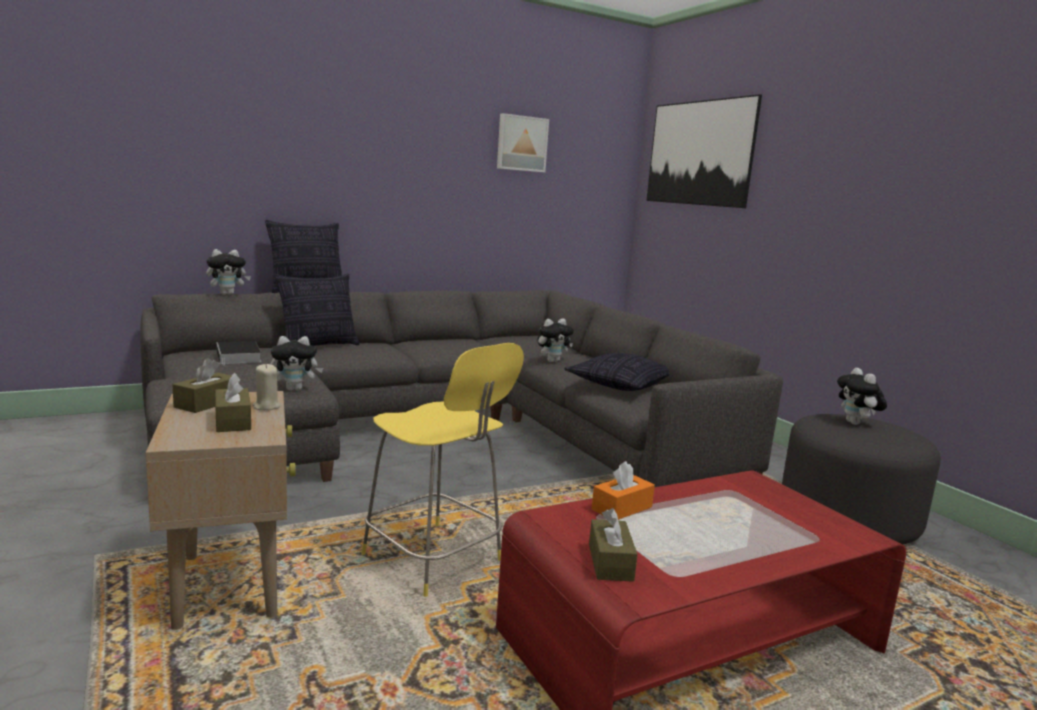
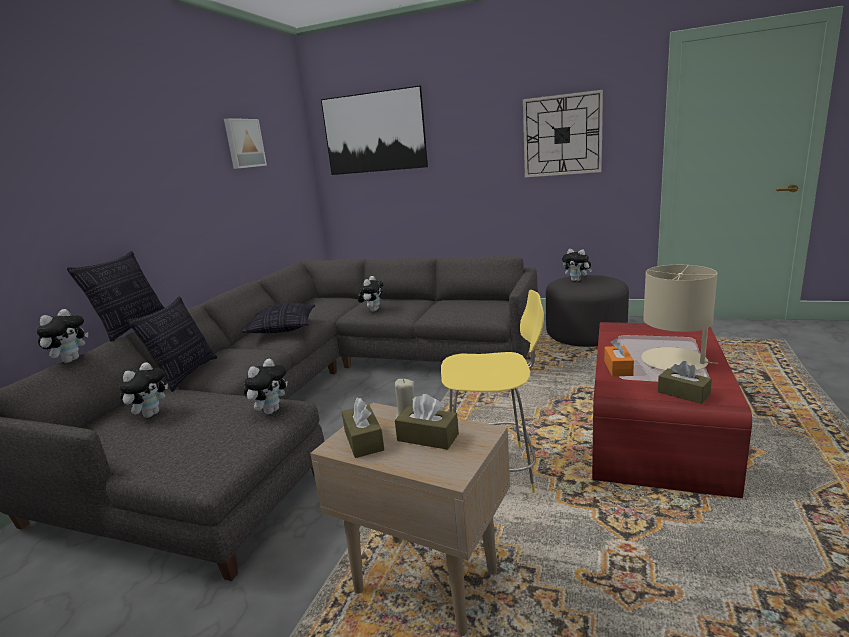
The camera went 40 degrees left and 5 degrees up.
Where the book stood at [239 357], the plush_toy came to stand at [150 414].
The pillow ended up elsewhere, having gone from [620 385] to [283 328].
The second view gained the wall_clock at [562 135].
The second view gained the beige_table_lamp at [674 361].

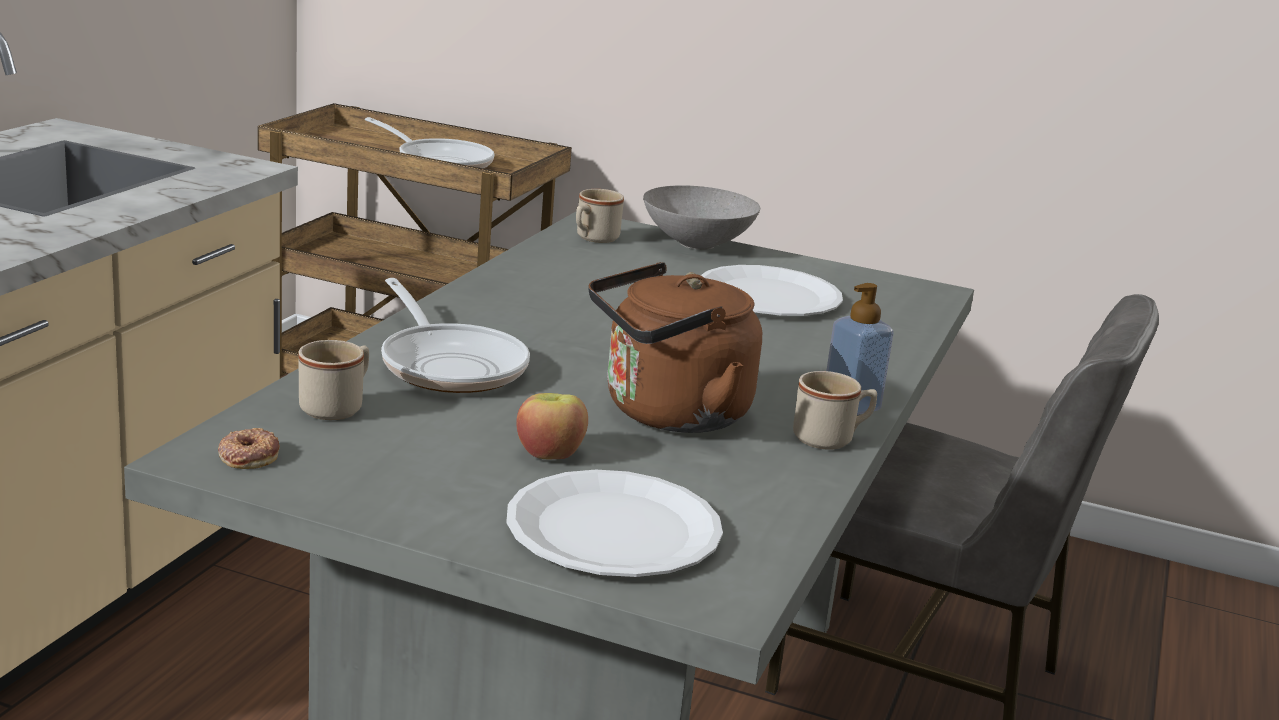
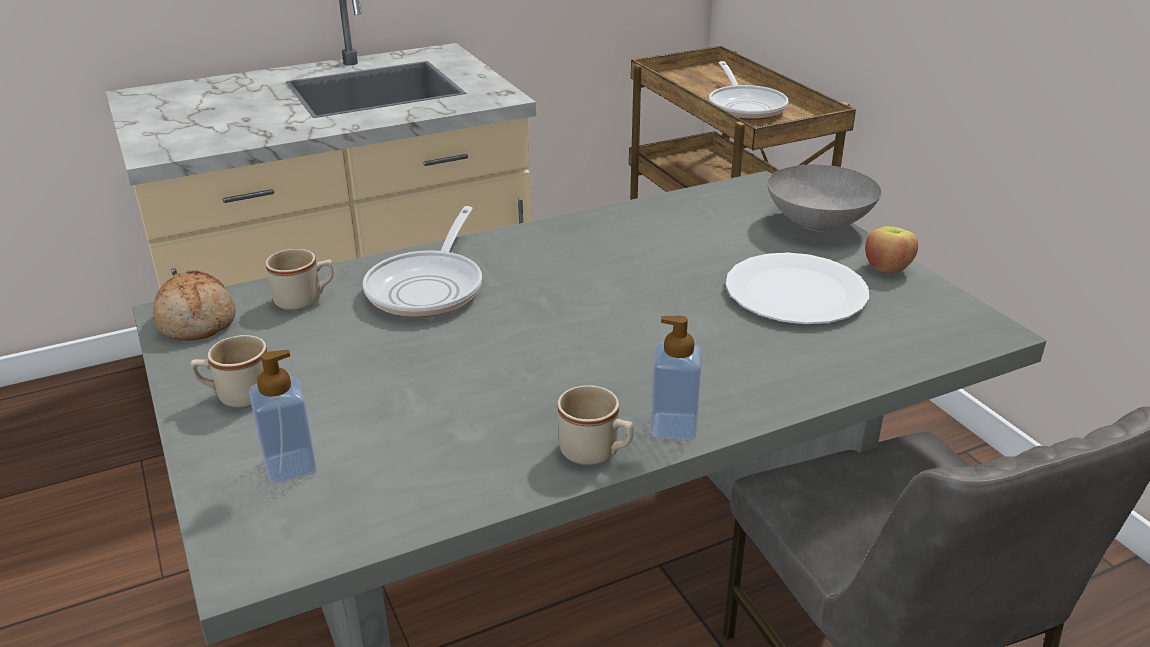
The camera went 45 degrees right and 10 degrees up.
Where the donut stood at [248 456], the bread came to stand at [197 321].
Where the white_plate stood at [612 529], the soap_dispenser came to stand at [290 466].
The apple ended up elsewhere, having gone from [550 453] to [887 268].
The beige_mug ended up elsewhere, having gone from [593 238] to [237 396].
The second view lost the brown_kettle at [668 414].

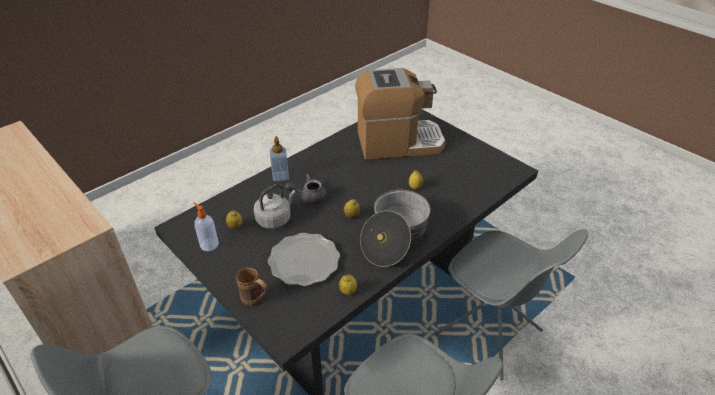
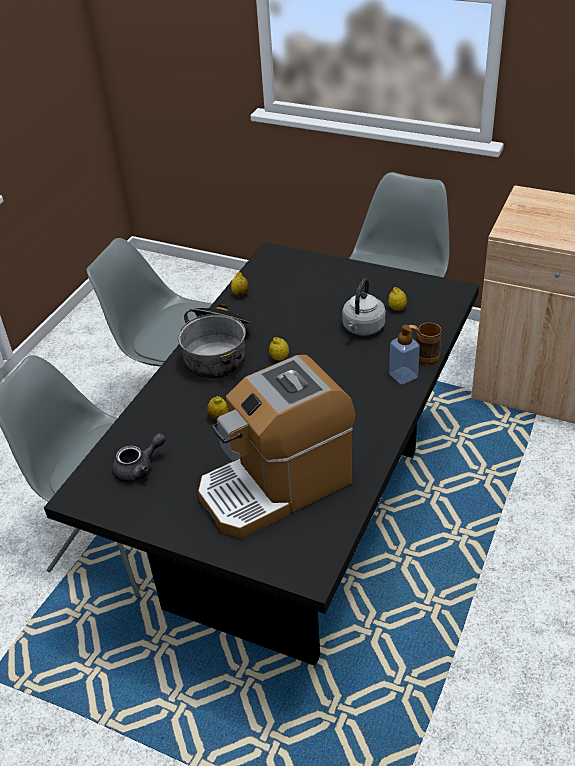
The camera went 160 degrees right and 0 degrees up.
The second view lost the soap_dispenser at [209 244].
The brown_mug ended up elsewhere, having gone from [256 300] to [421 357].
The second view lost the plate at [304 261].
The grey_teapot ended up elsewhere, having gone from [309 197] to [139 468].

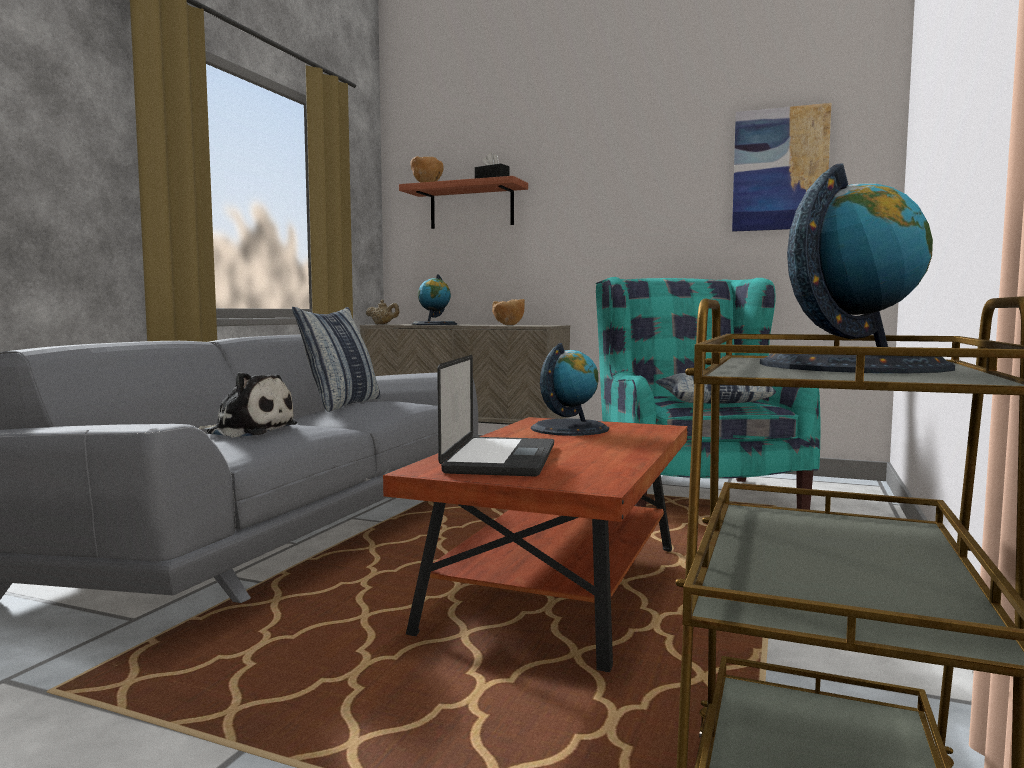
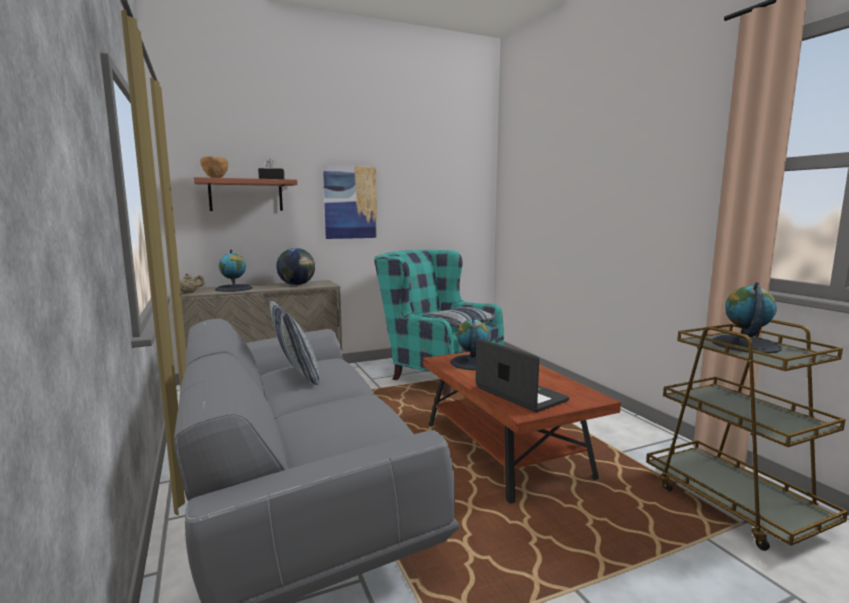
The camera went 45 degrees left and 5 degrees up.
The second view lost the plush_toy at [248 430].
Where the brown_bowl stood at [508 325], the globe came to stand at [297 285].
The picture ended up elsewhere, having gone from [780 169] to [350 202].

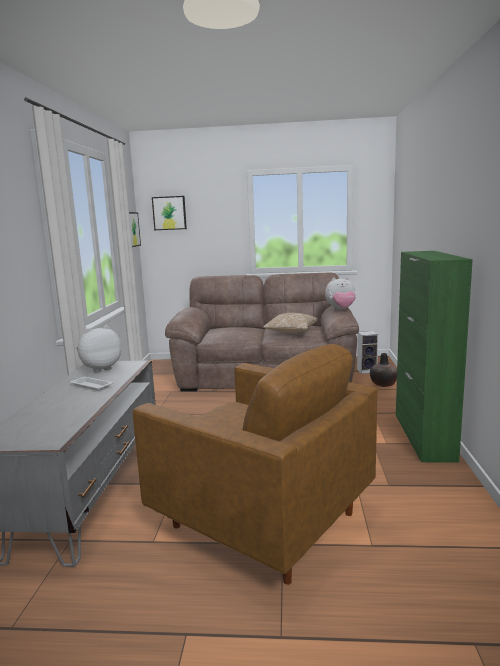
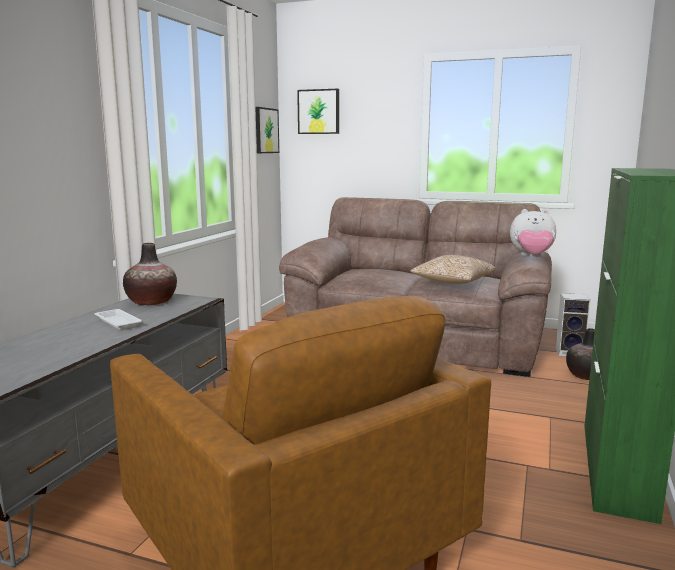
The camera went 15 degrees right and 0 degrees up.
Where the plush_toy stood at [100 369], the vase came to stand at [151 302].

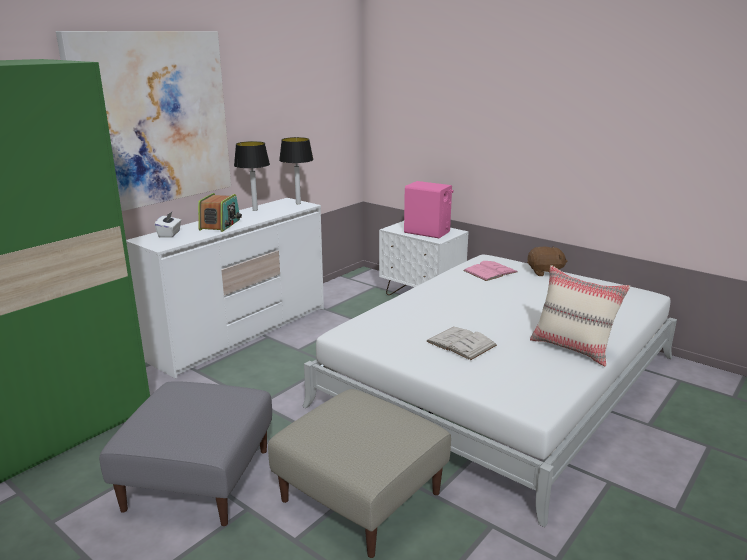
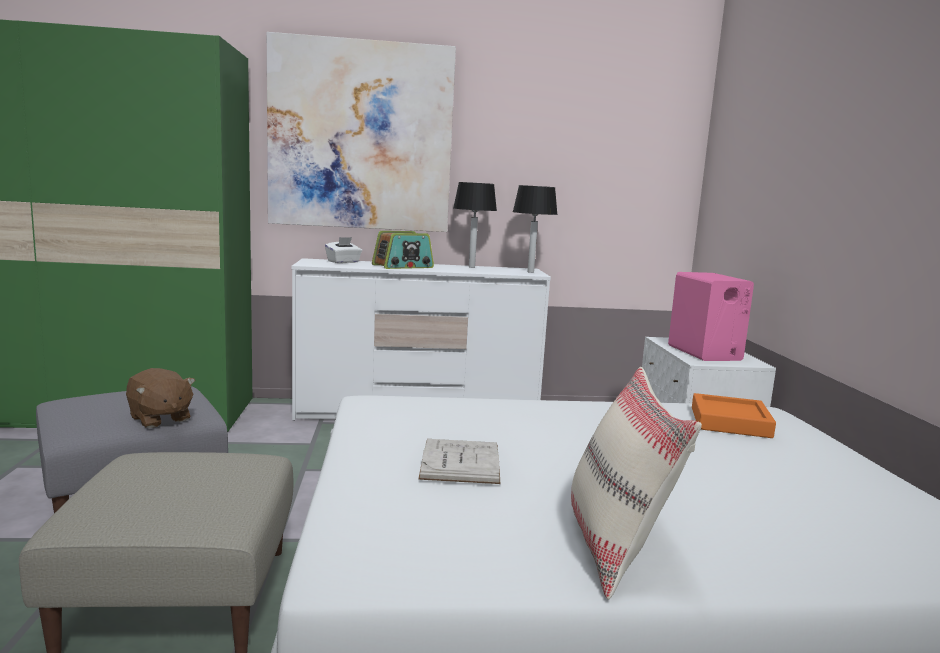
The camera went 45 degrees right and 10 degrees down.
Where the pink_book stood at [490 271], the orange_tray came to stand at [730 422].
The brown_plush_toy ended up elsewhere, having gone from [545 272] to [159 418].

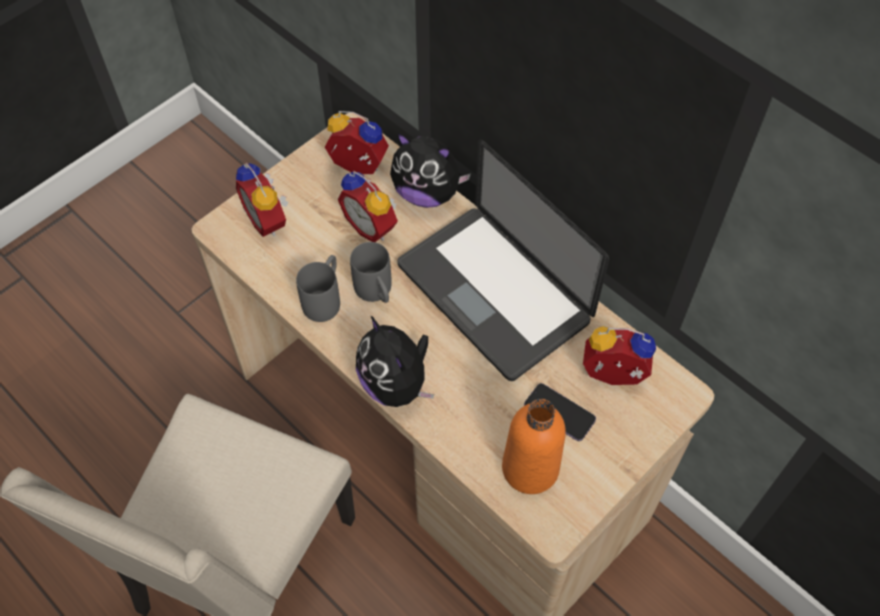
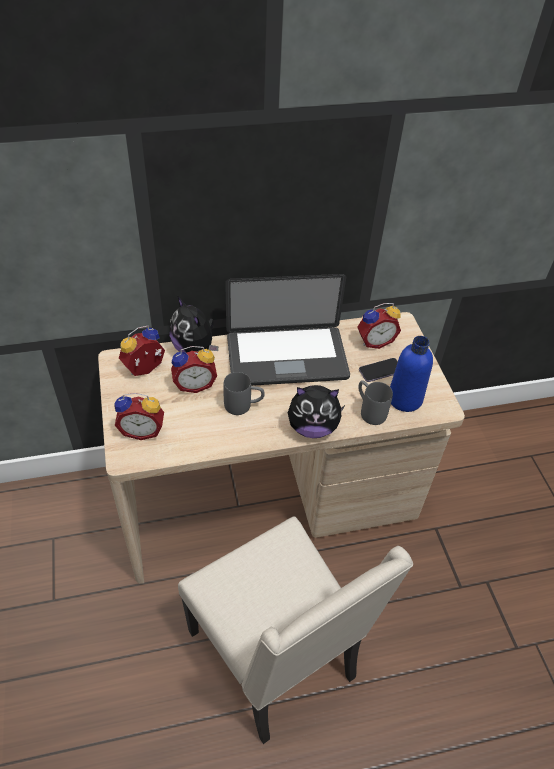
The camera went 60 degrees left and 10 degrees down.
The grey_mug ended up elsewhere, having gone from [325 298] to [369 410].
The plush_toy at [427 193] ended up facing another way, 90 degrees clockwise from before.
What was the orange_bottle at [530 468] turned into the blue_bottle at [405 399].
The alarm_clock at [612 378] ended up facing another way, 150 degrees counterclockwise from before.

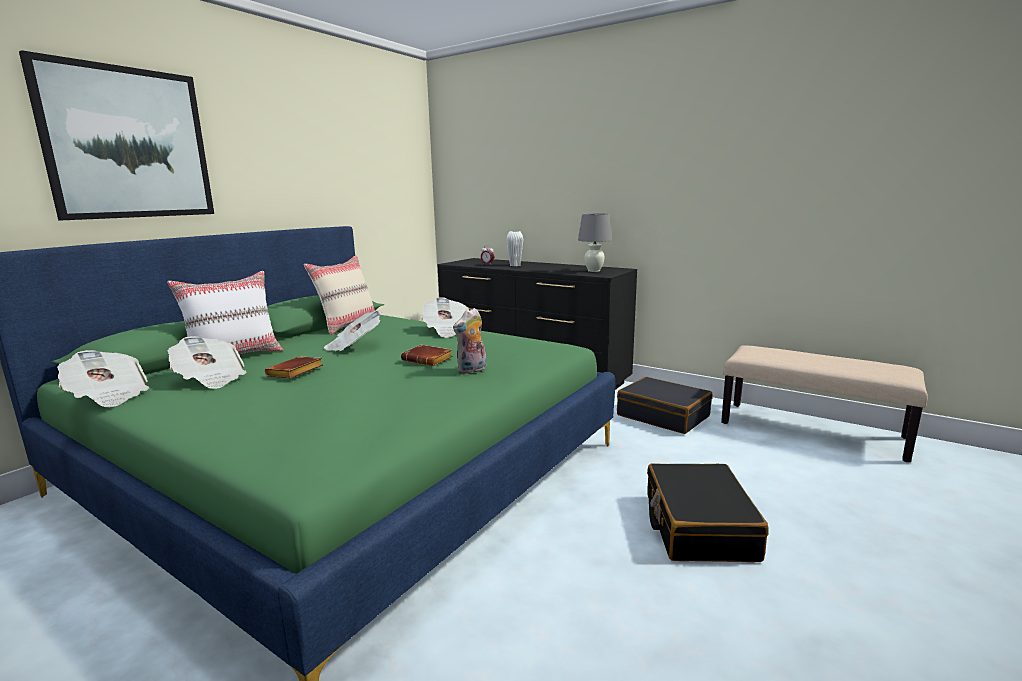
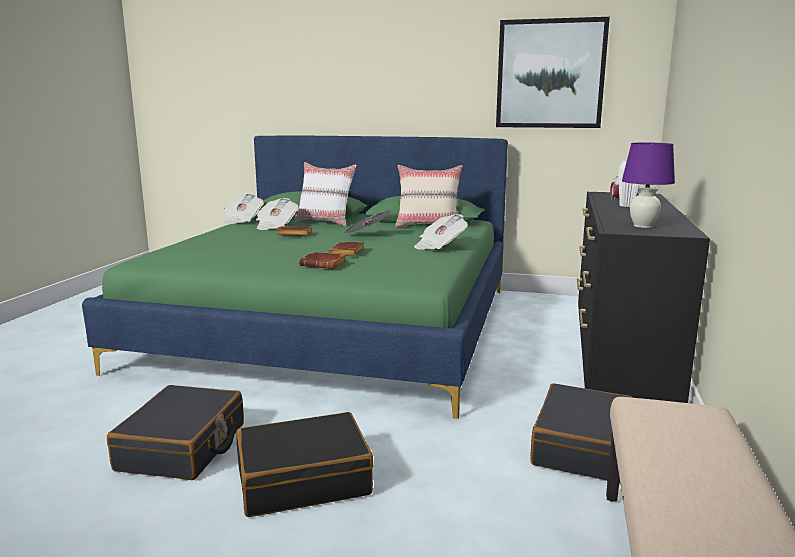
The camera went 70 degrees right and 0 degrees up.
The picture ended up elsewhere, having gone from [128 144] to [550 74].
Where the plush_toy stood at [472 370], the brown_book came to stand at [324 264].
What was the grey_table_lamp at [594 271] turned into the purple_table_lamp at [643 226].
The second view gained the black_suitcase at [183 447].

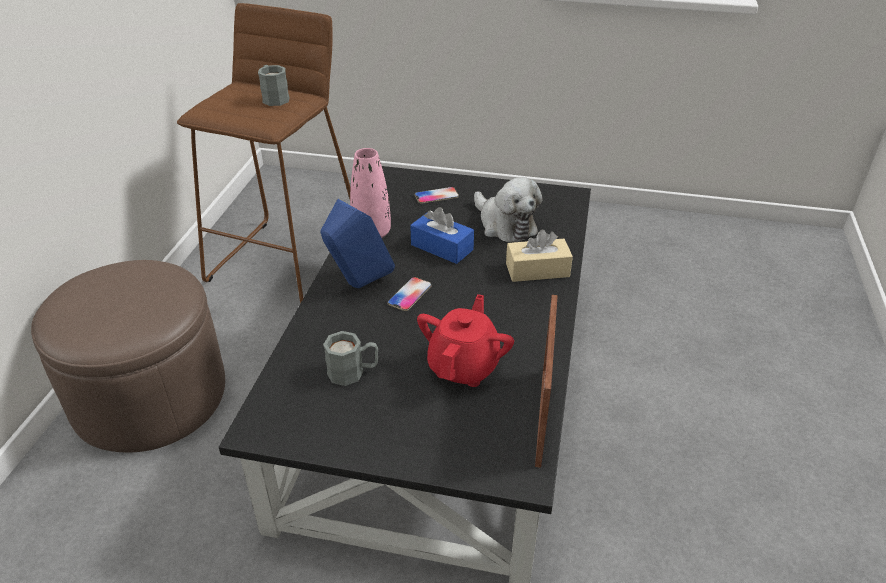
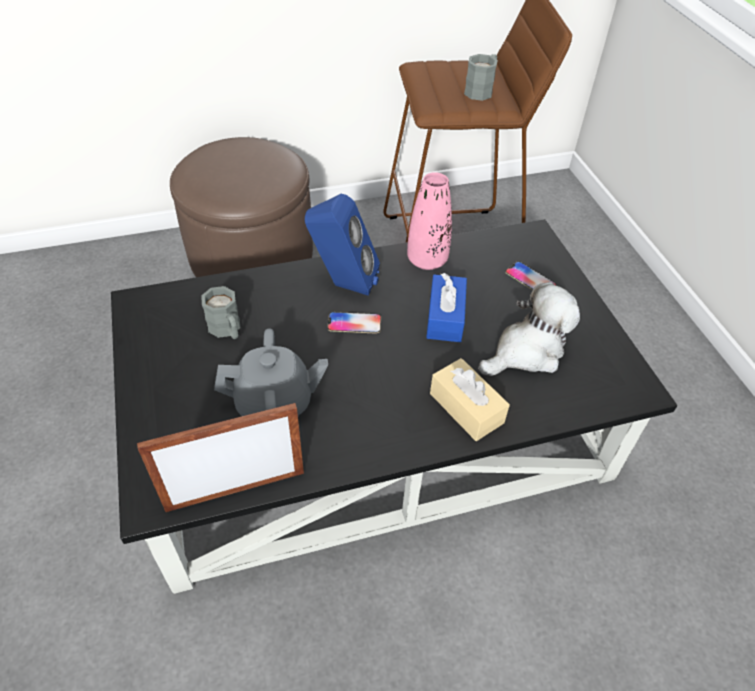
The camera went 60 degrees right and 10 degrees up.
What was the red_teapot at [464 366] turned into the grey_teapot at [275 402].
The plush_toy at [505 224] ended up facing another way, 150 degrees counterclockwise from before.

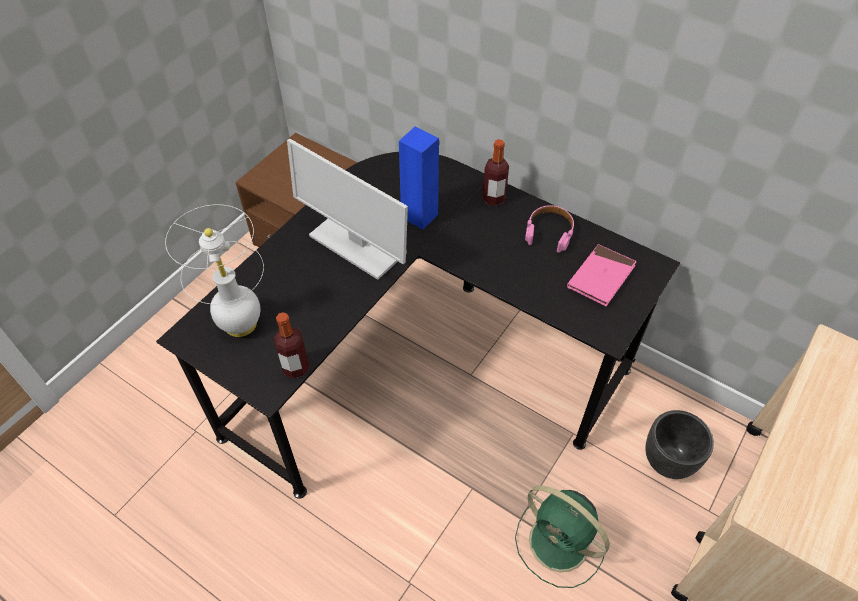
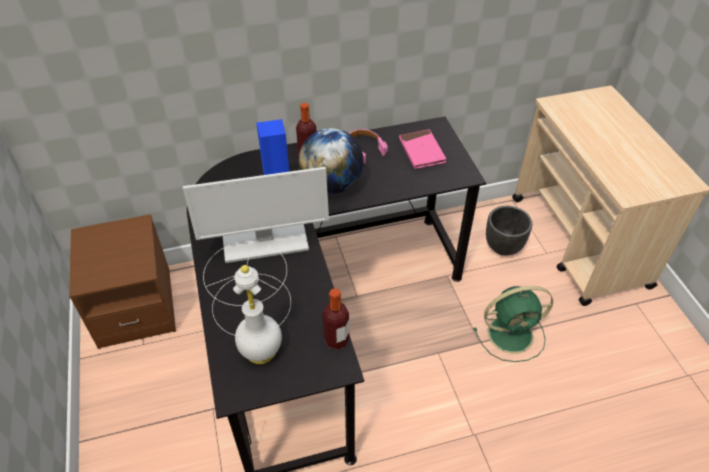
The camera went 50 degrees left and 5 degrees down.
The second view gained the globe at [331 185].

